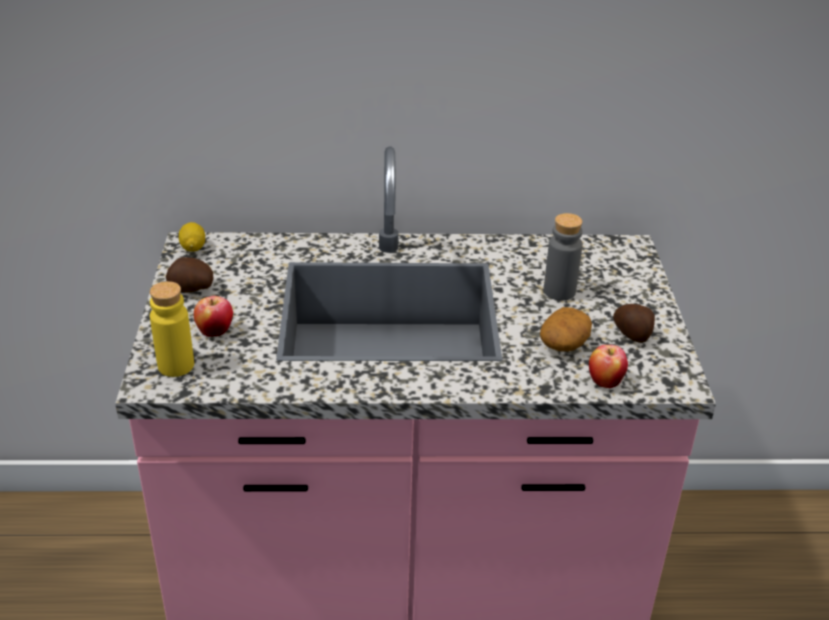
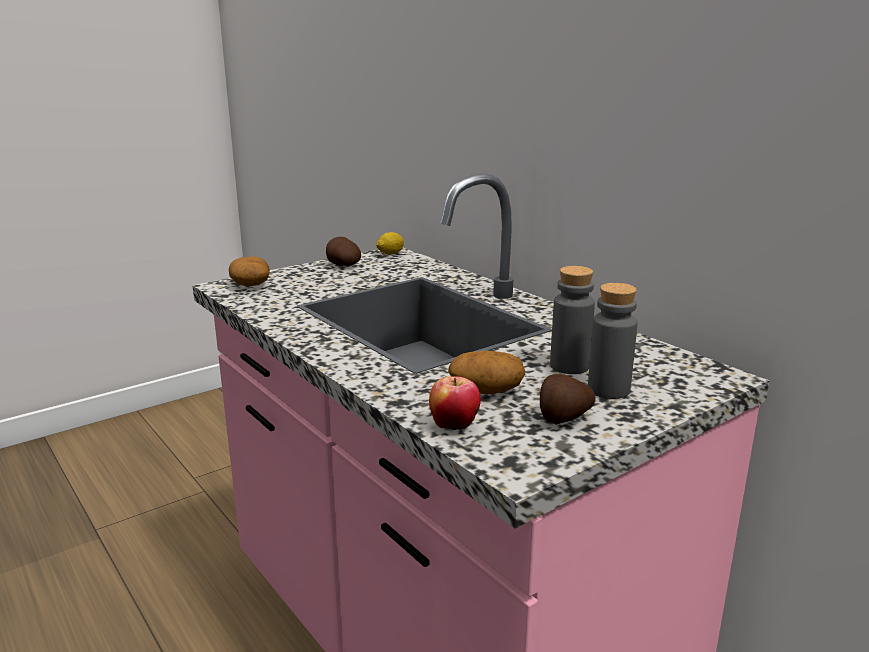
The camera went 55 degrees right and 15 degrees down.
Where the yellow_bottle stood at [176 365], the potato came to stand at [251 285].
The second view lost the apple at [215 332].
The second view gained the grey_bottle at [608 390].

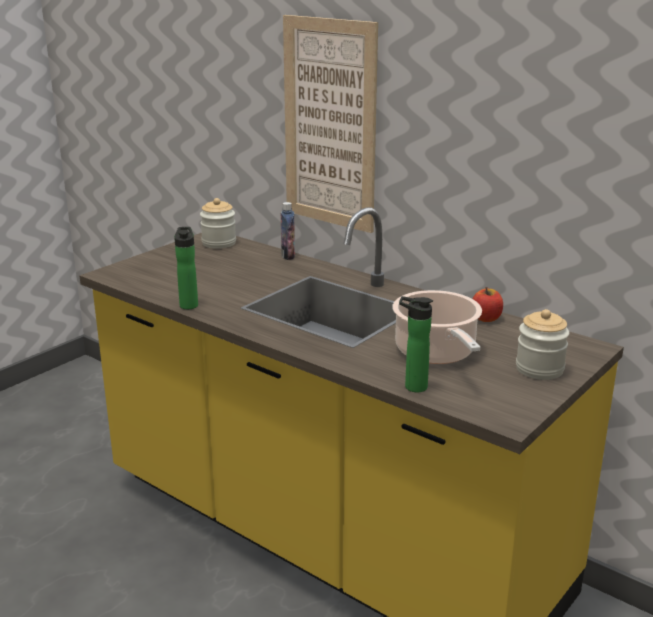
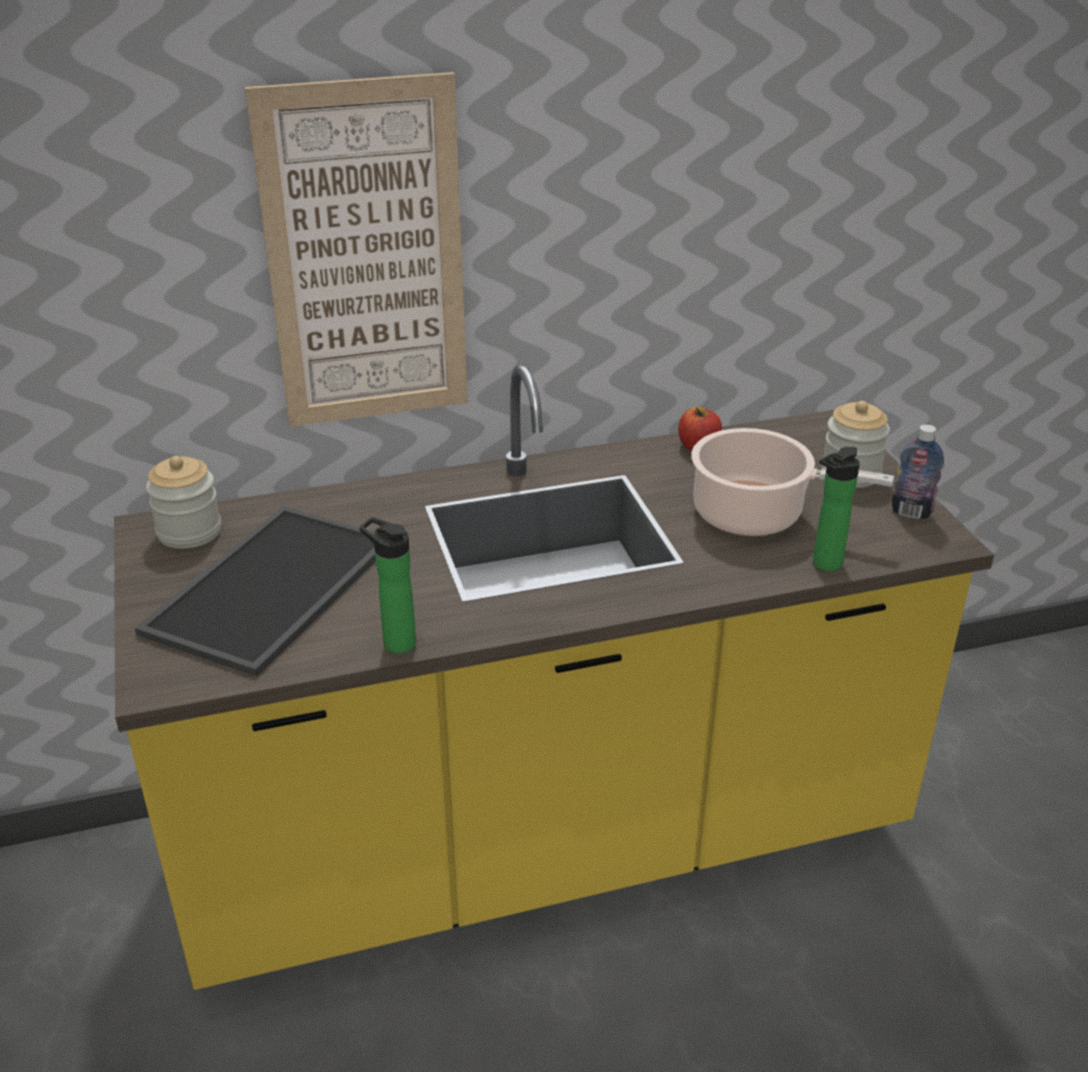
The camera went 55 degrees left and 10 degrees up.
The bottle ended up elsewhere, having gone from [288 256] to [911 512].
The second view gained the tray at [273 589].

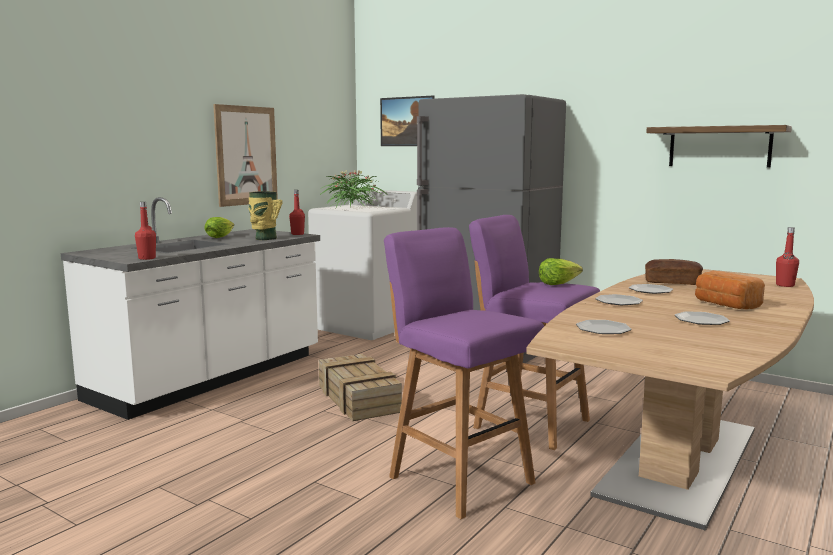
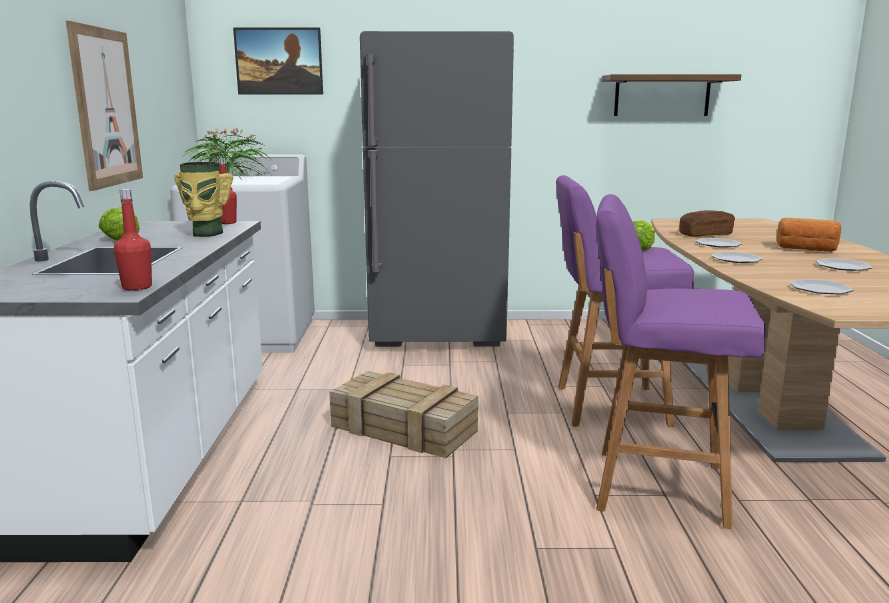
The camera went 35 degrees left and 5 degrees up.
The second view lost the red_bottle at [785 285].

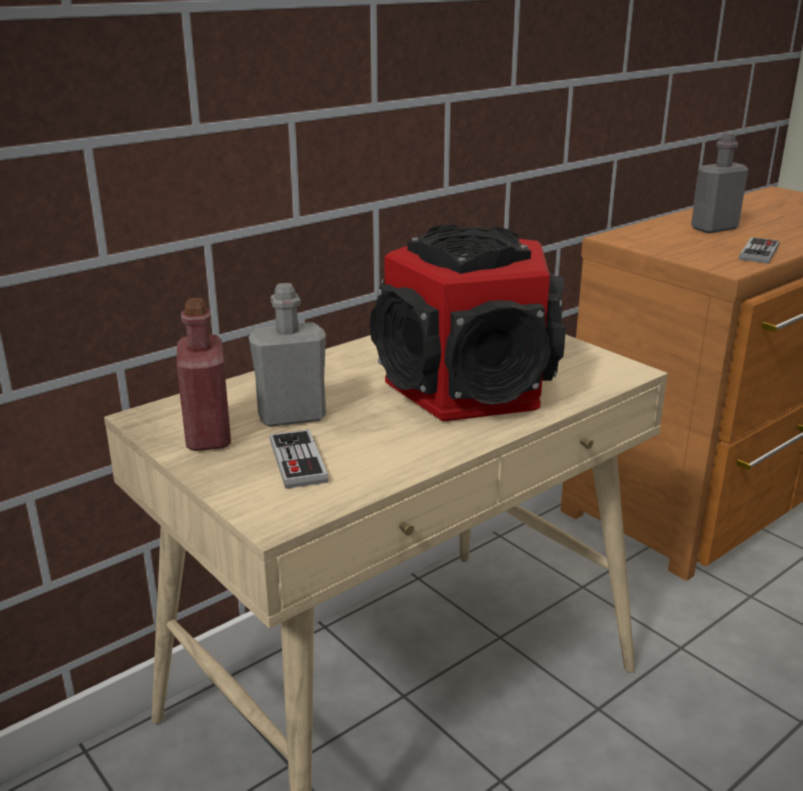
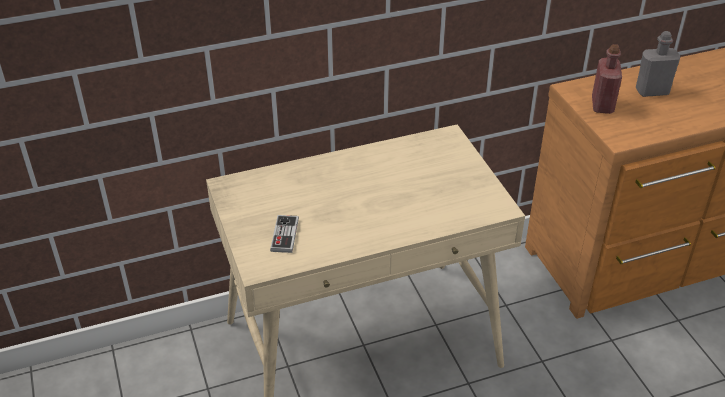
The camera went 20 degrees right and 15 degrees up.
The red_bottle ended up elsewhere, having gone from [208 436] to [602 105].
The second view lost the grey_bottle at [292 416].
The second view lost the speaker at [470 388].
The second view lost the game_controller at [759 253].

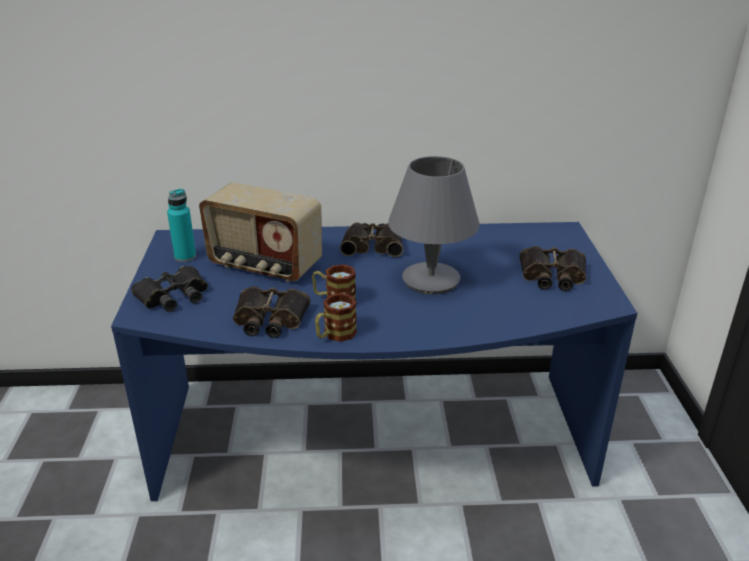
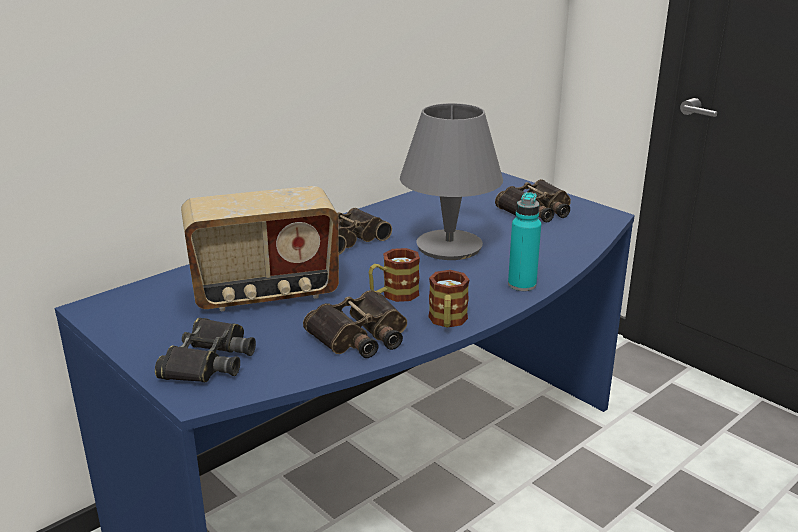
The camera went 40 degrees left and 5 degrees down.
The turquoise_bottle ended up elsewhere, having gone from [185 257] to [522 285].

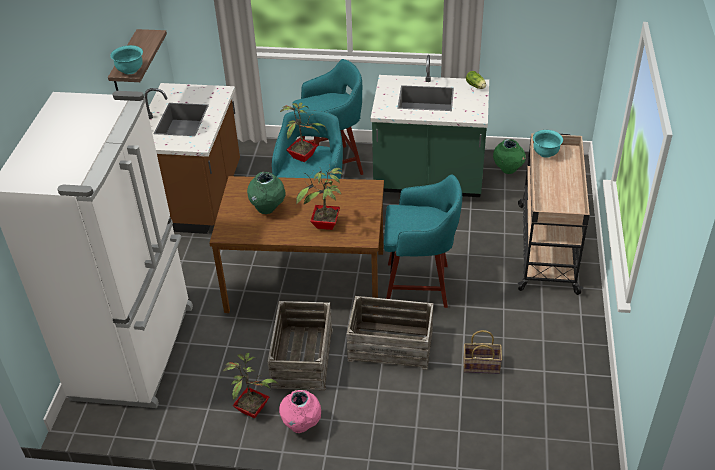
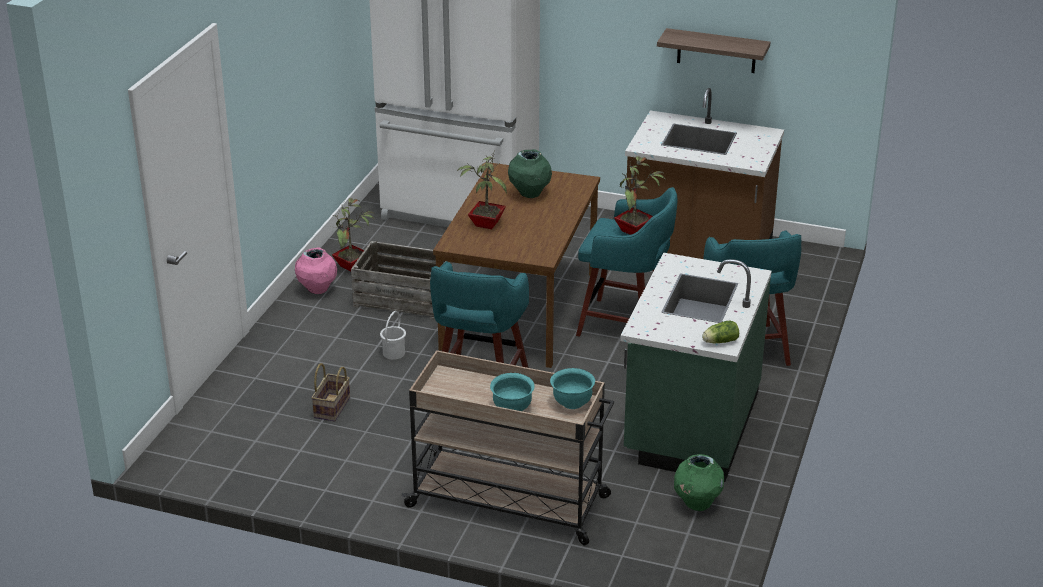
The camera went 100 degrees right and 10 degrees down.
The turquoise_bowl ended up elsewhere, having gone from [130 70] to [512 408].
Where the crate stood at [391 344], the white_bucket came to stand at [394 353].

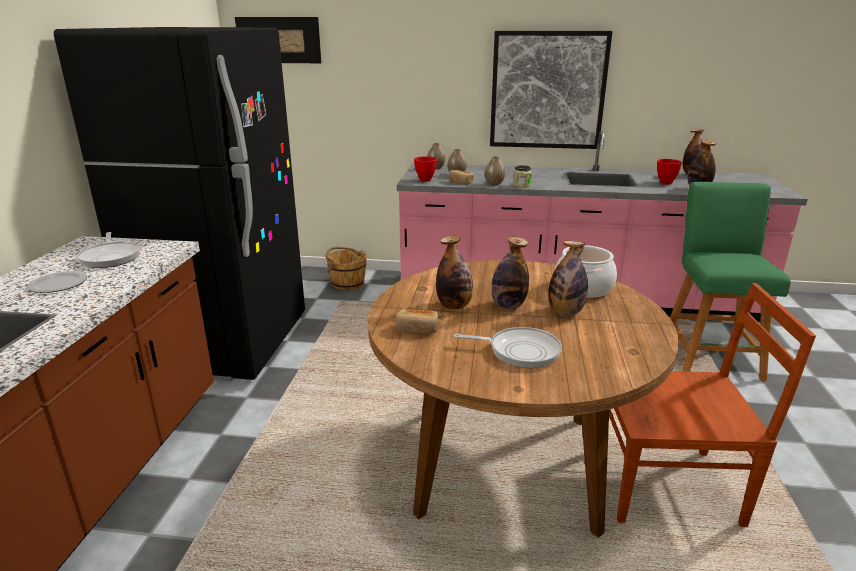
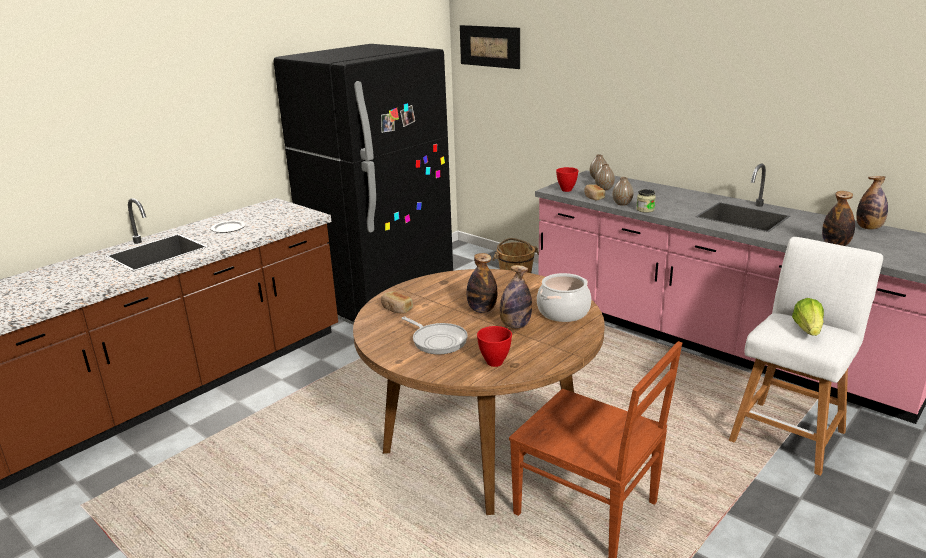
The camera went 35 degrees right and 0 degrees up.
The second view lost the frying_pan at [111 257].
The second view lost the bottle at [454 306].
The second view lost the picture at [547 90].
The red_bowl ended up elsewhere, having gone from [665 182] to [494 362].
What was the green_stool at [709 355] turned into the white_stool at [789 433].
The second view gained the lettuce at [807 330].

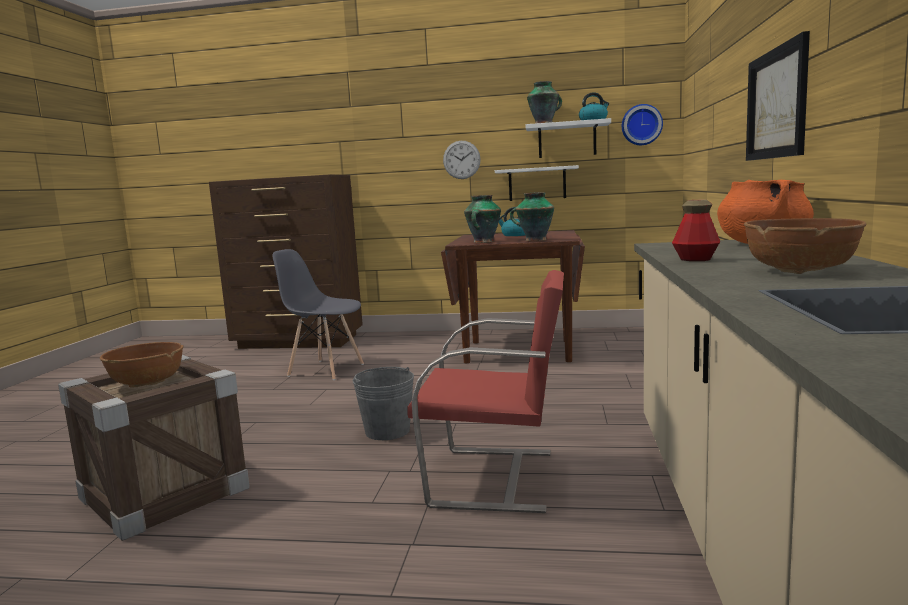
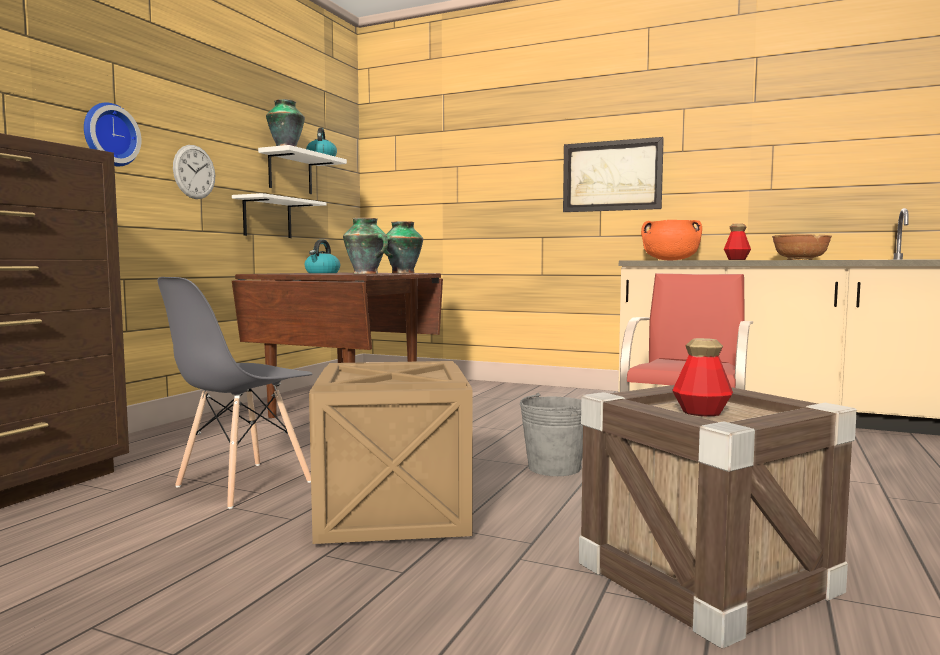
The camera went 75 degrees left and 5 degrees down.
Where the brown_bowl stood at [147 383], the bottle came to stand at [701 412].
The wall_clock ended up elsewhere, having gone from [641 125] to [109 135].
The second view gained the crate at [393 511].

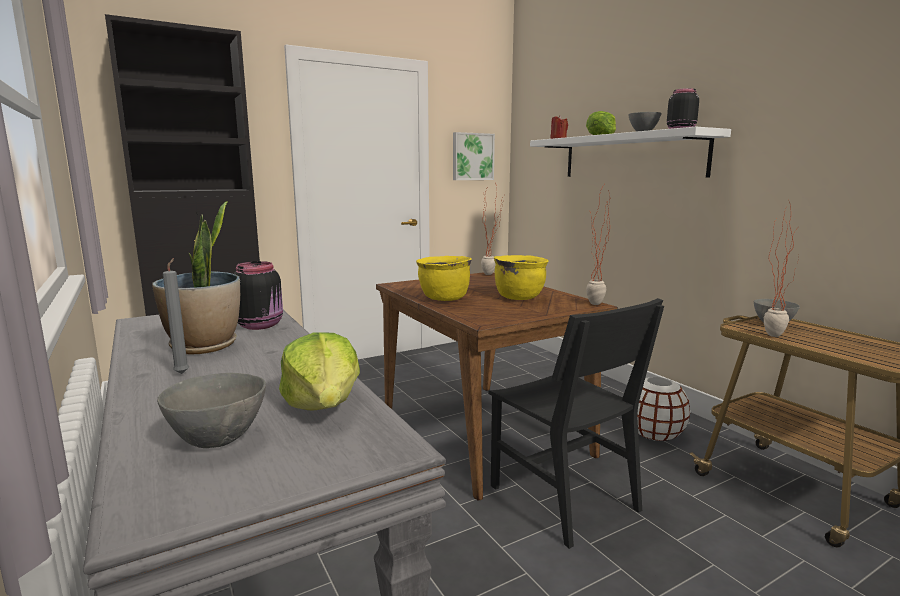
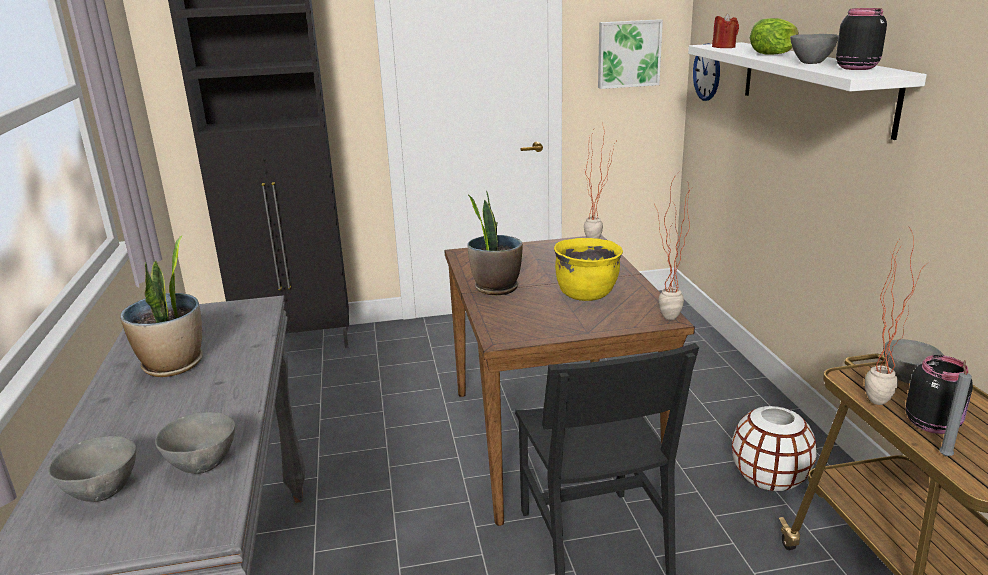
The camera went 20 degrees right and 10 degrees up.
The grey_candle ended up elsewhere, having gone from [183 373] to [945 455].
The black_jar ended up elsewhere, having gone from [261 325] to [933 424].
Where the lettuce stood at [324 404], the grey_bowl came to stand at [204 465].
Where the yellow_cooking_pot stood at [444 299], the potted_plant came to stand at [495 288].
The second view gained the wall_clock at [707 72].

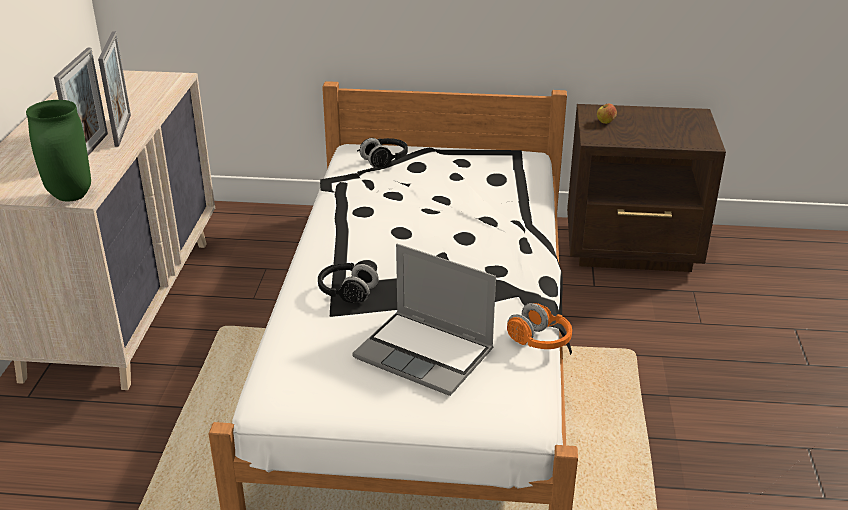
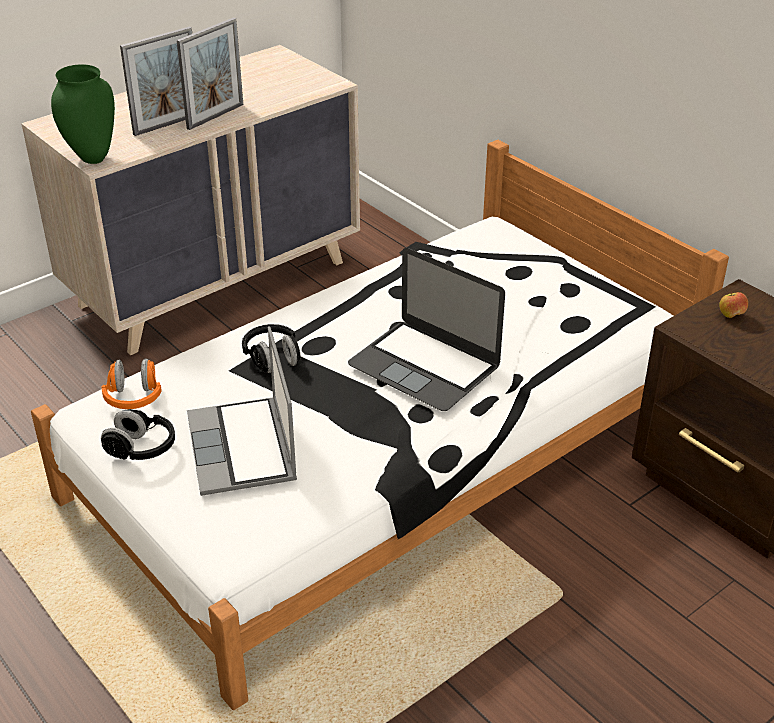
The camera went 45 degrees right and 5 degrees up.
The black_headphones ended up elsewhere, having gone from [384 160] to [141 449].
The orange_headphones ended up elsewhere, having gone from [539 341] to [134 398].
The second view gained the laptop at [424 365].

